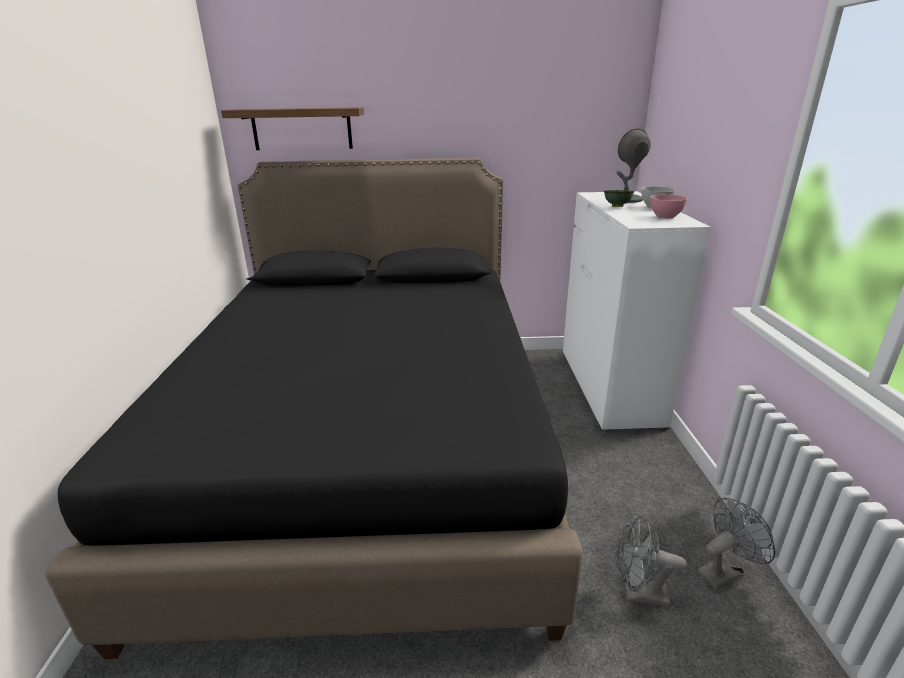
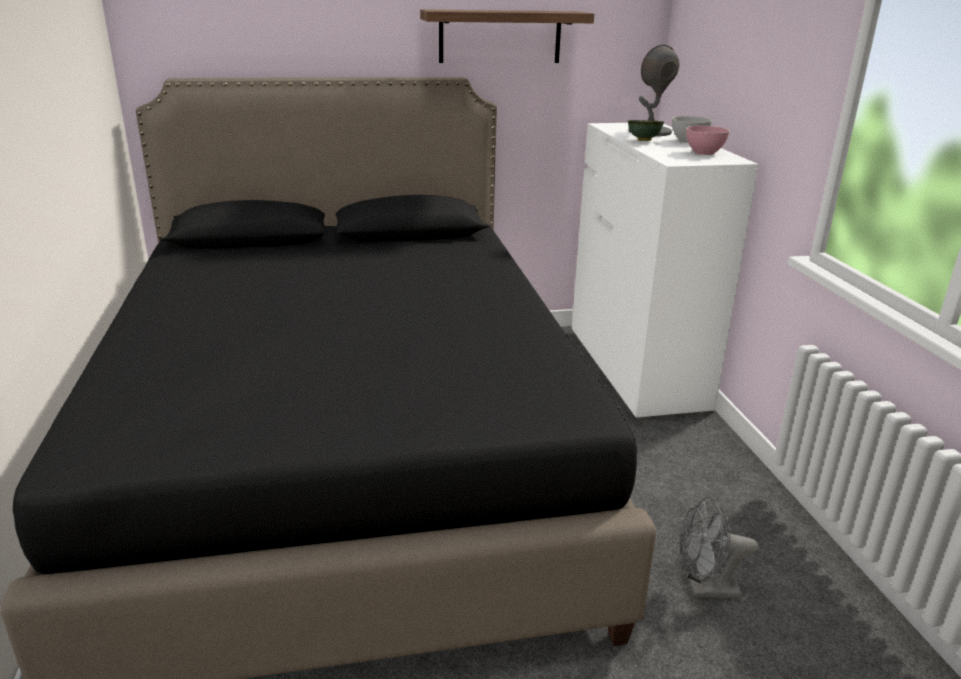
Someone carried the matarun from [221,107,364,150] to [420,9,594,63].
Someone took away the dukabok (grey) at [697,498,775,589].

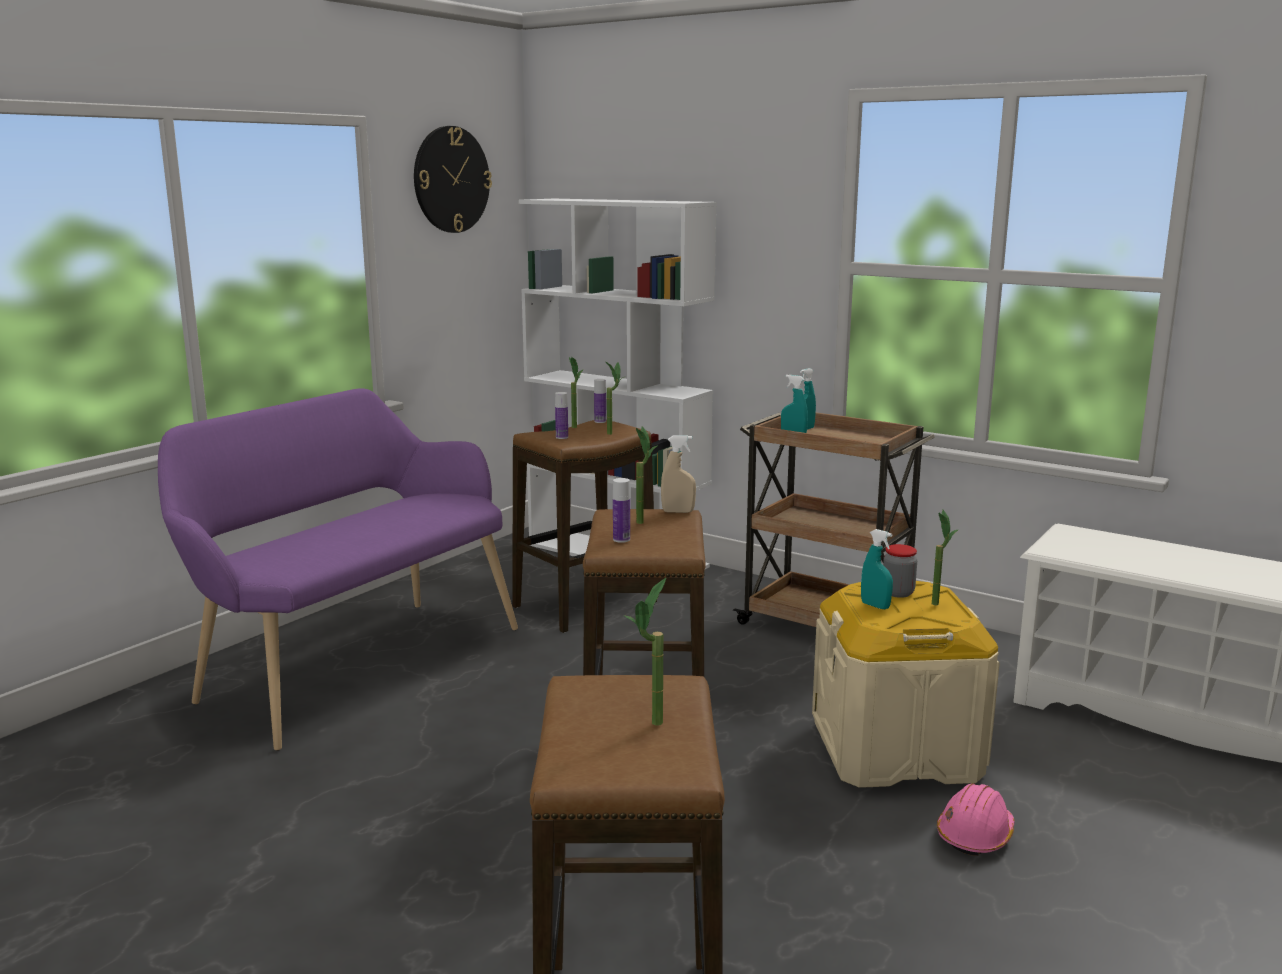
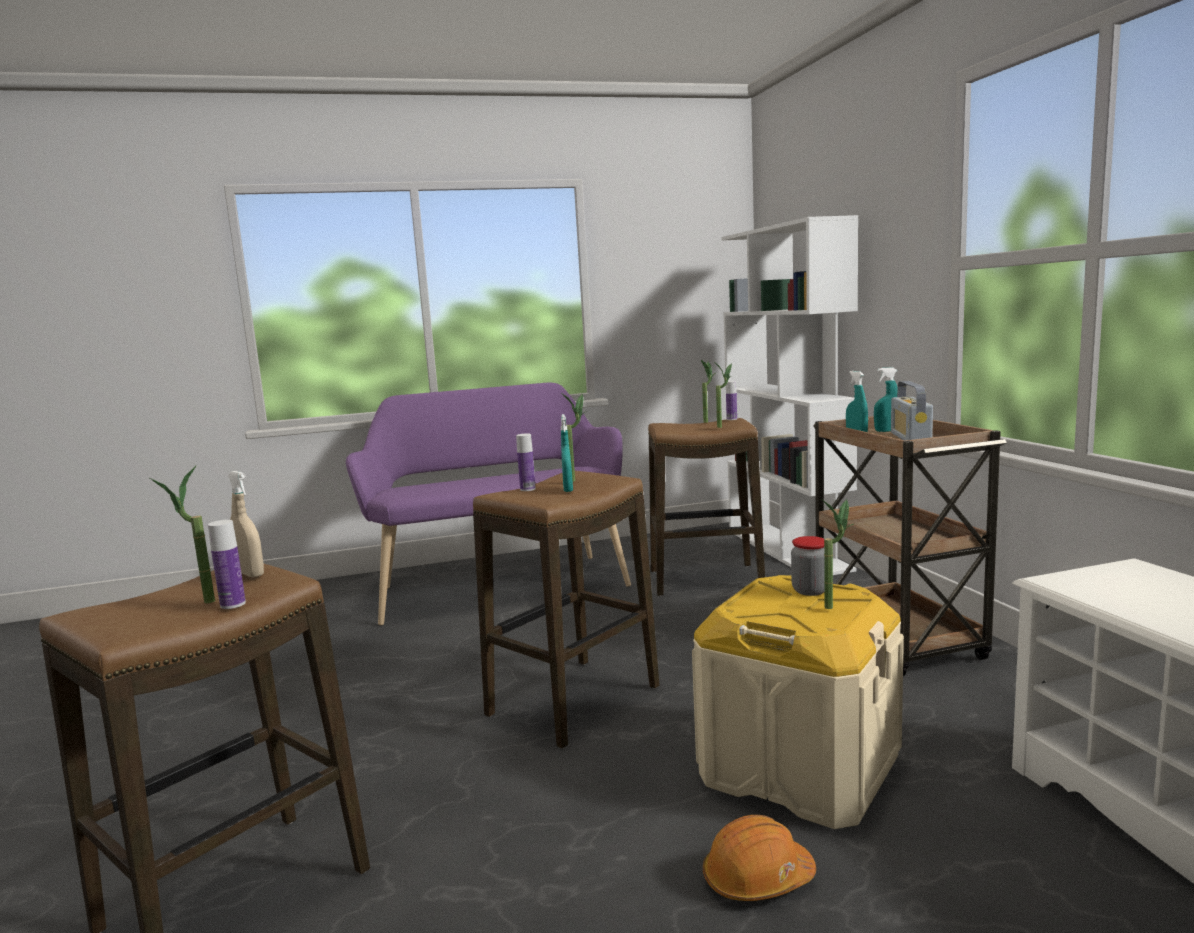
Someone took away the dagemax at [414,126,492,233].
Someone carried the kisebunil from [555,392,568,439] to [208,520,246,609].
Someone carried the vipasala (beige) from [661,435,696,513] to [228,471,264,577].
Someone carried the vipasala (turquoise) from [861,529,893,609] to [561,414,573,492].
Someone repainted the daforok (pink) at [937,783,1015,856], which became the daforok (orange) at [703,815,816,901].
Someone put down the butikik at [891,381,933,441].

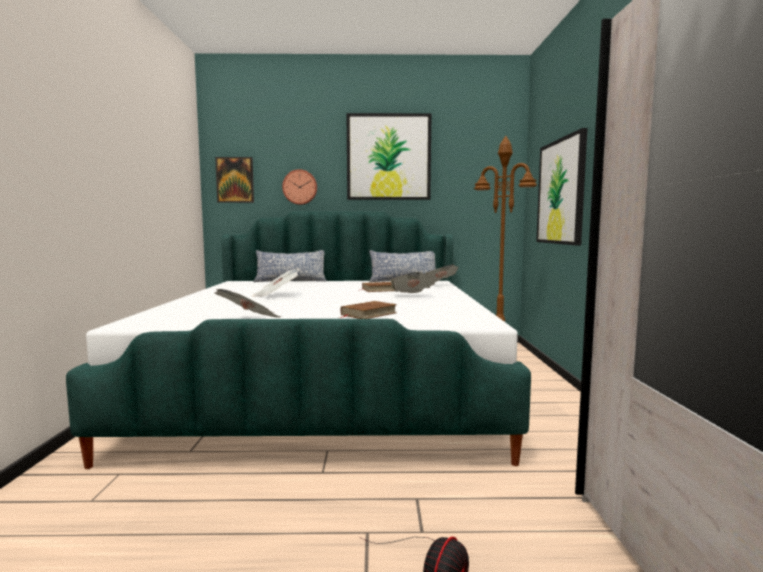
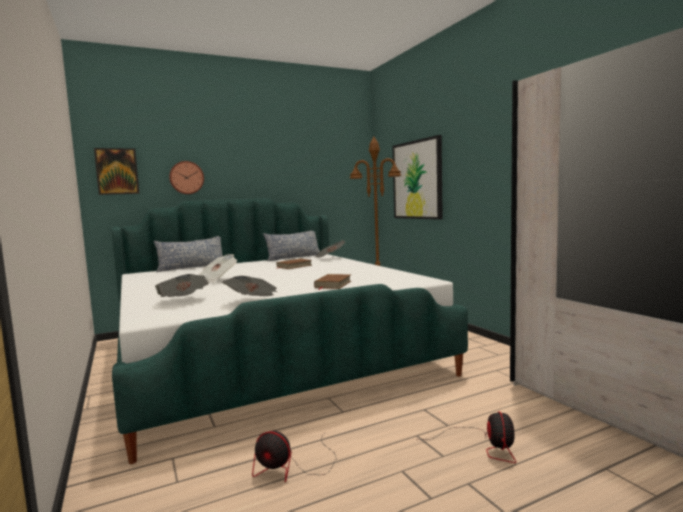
Someone took away the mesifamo at [347,113,431,200].
Someone carried the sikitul from [390,272,435,293] to [155,274,209,297].
Someone put down the dukabok at [252,431,337,482].

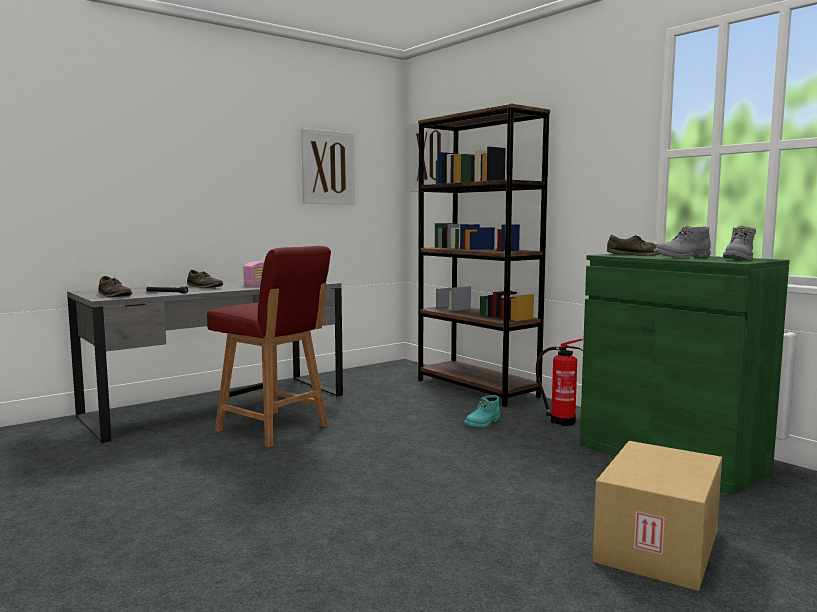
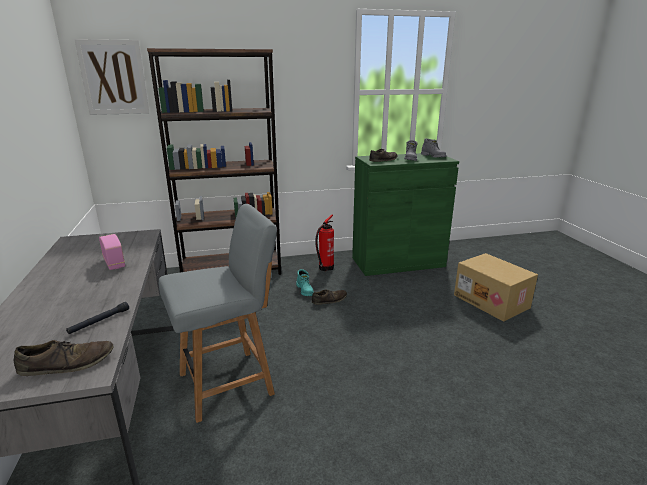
Someone took away the mesifamo at [301,128,355,205].
Someone repainted the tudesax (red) at [207,246,331,447], which became the tudesax (grey) at [159,204,277,423].
Someone carried the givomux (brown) from [187,270,223,288] to [312,289,347,305].

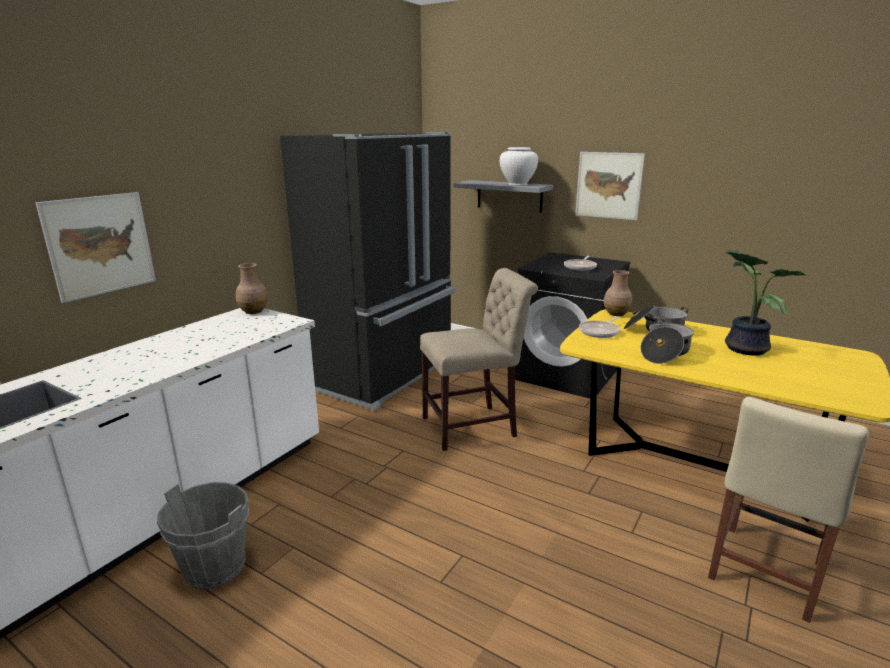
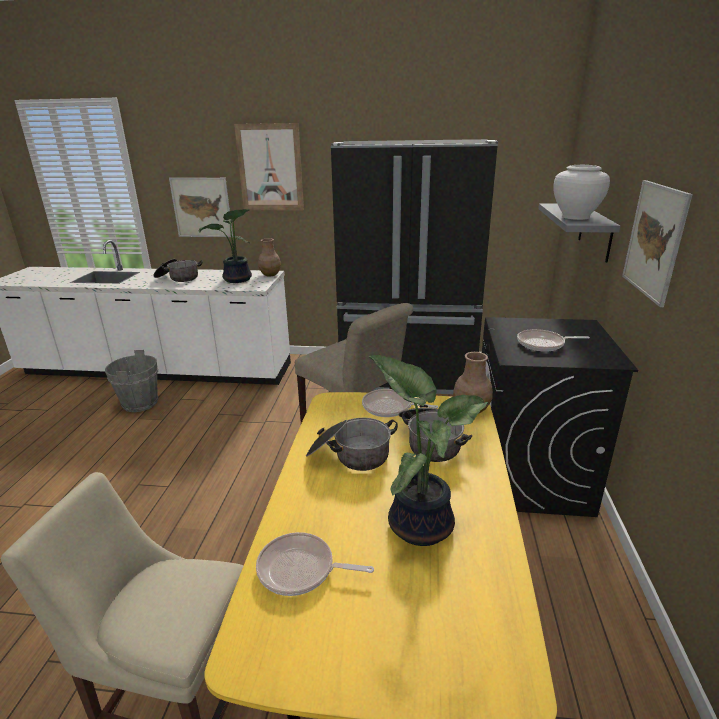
Someone put up the mesifamo at [234,123,304,210].
Someone put down the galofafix at [199,209,252,283].
Someone put down the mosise at [154,259,203,282].
Someone put down the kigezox at [256,532,374,596].

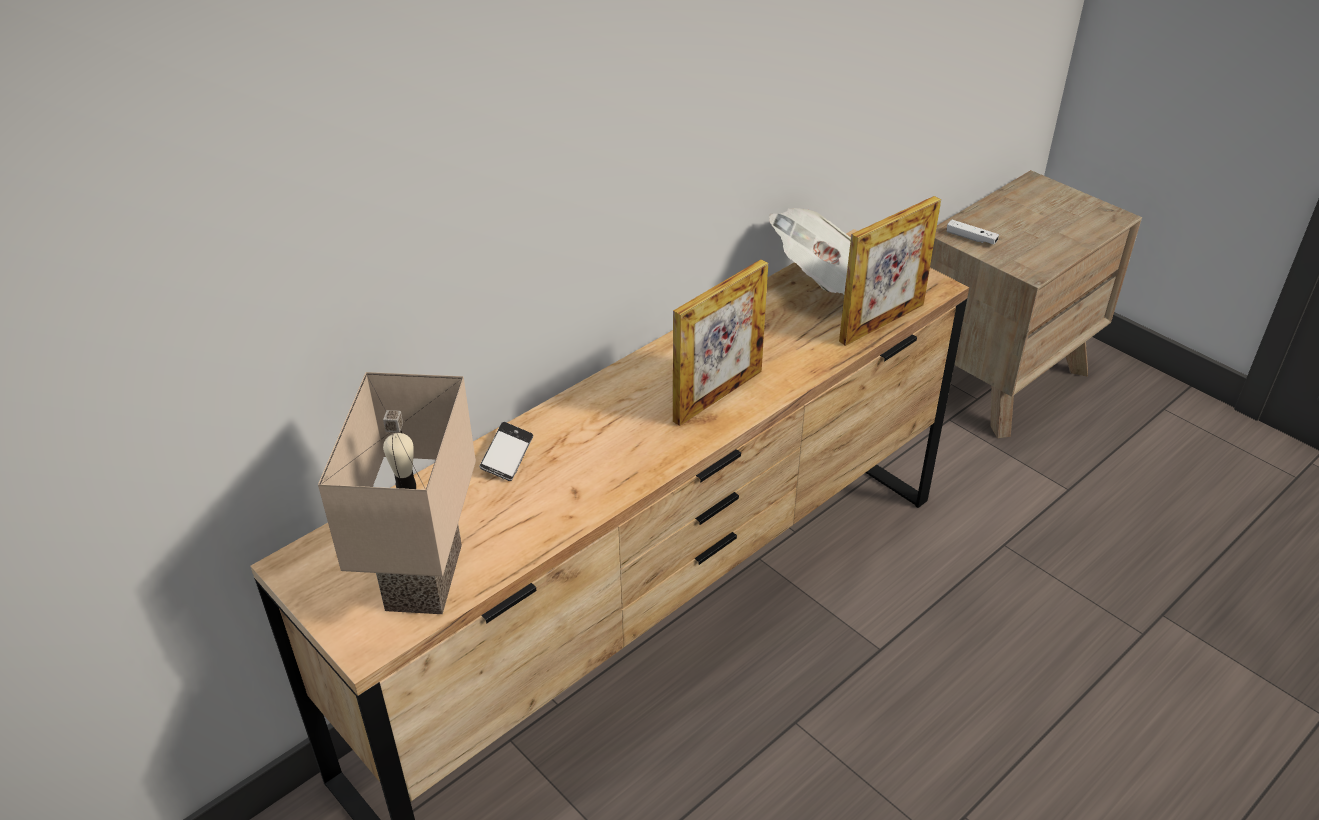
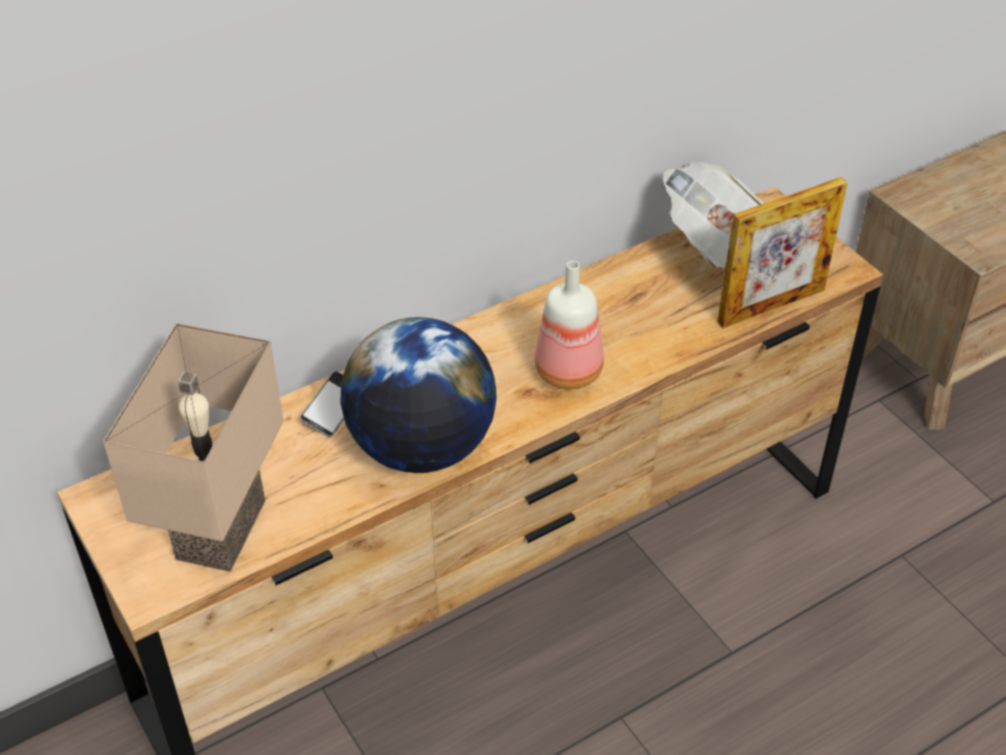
Someone took away the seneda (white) at [946,220,999,244].
Someone swapped the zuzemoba at [673,259,768,426] for the kisebunil at [534,261,604,389].
Someone put down the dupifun at [340,317,497,473].

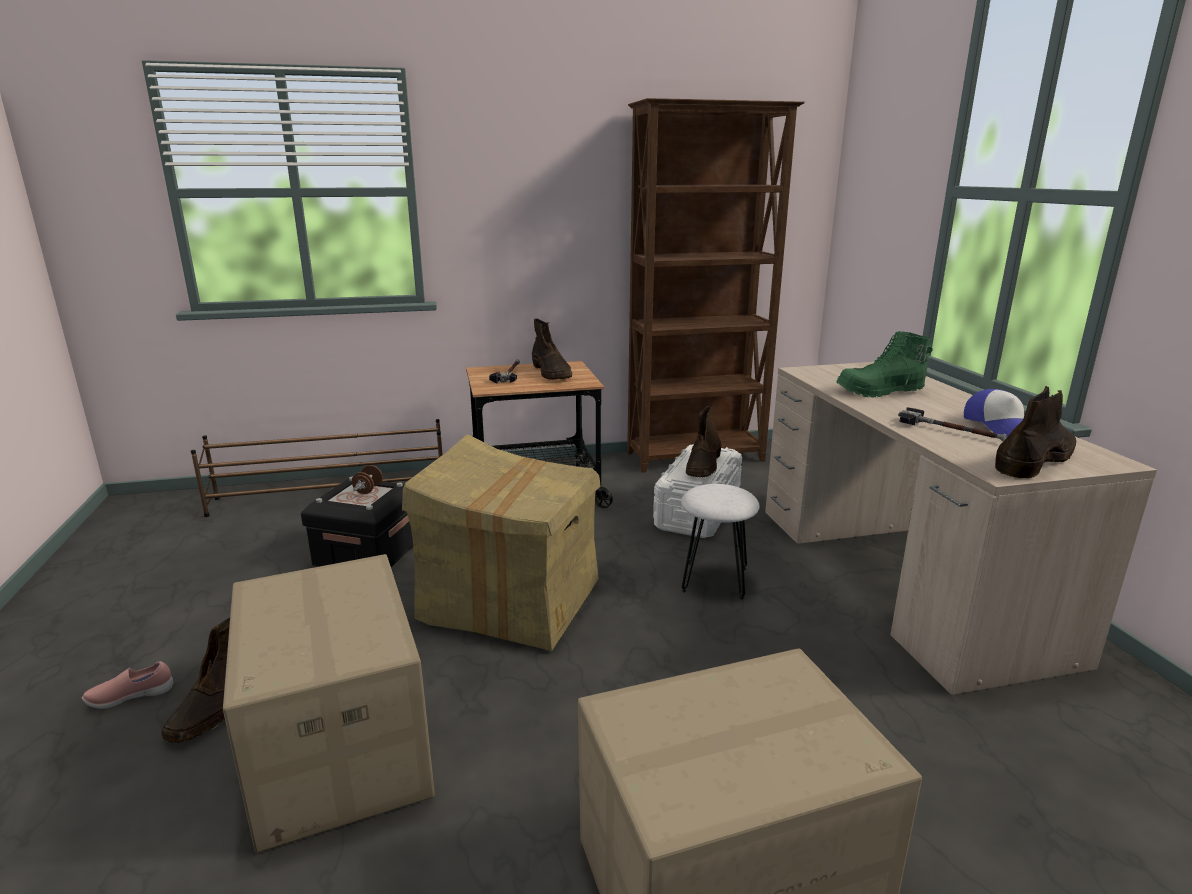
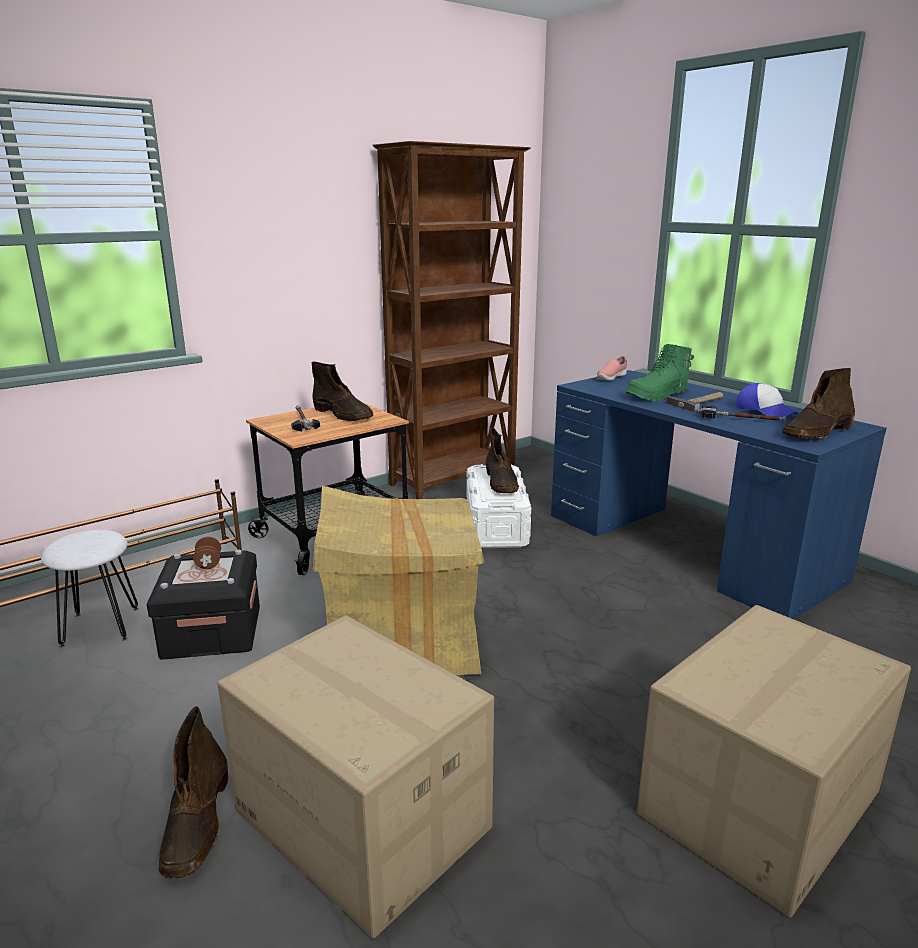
Someone repainted the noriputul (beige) at [765,362,1157,695], which became the noriputul (blue) at [551,370,887,619].
Someone rotated the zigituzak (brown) at [995,386,1076,478] by 150 degrees counterclockwise.
Someone carried the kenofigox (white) from [681,484,760,600] to [41,530,139,647].
Someone carried the givomux (pink) from [82,661,173,709] to [596,356,627,381].
Someone put down the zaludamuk at [666,392,723,412].

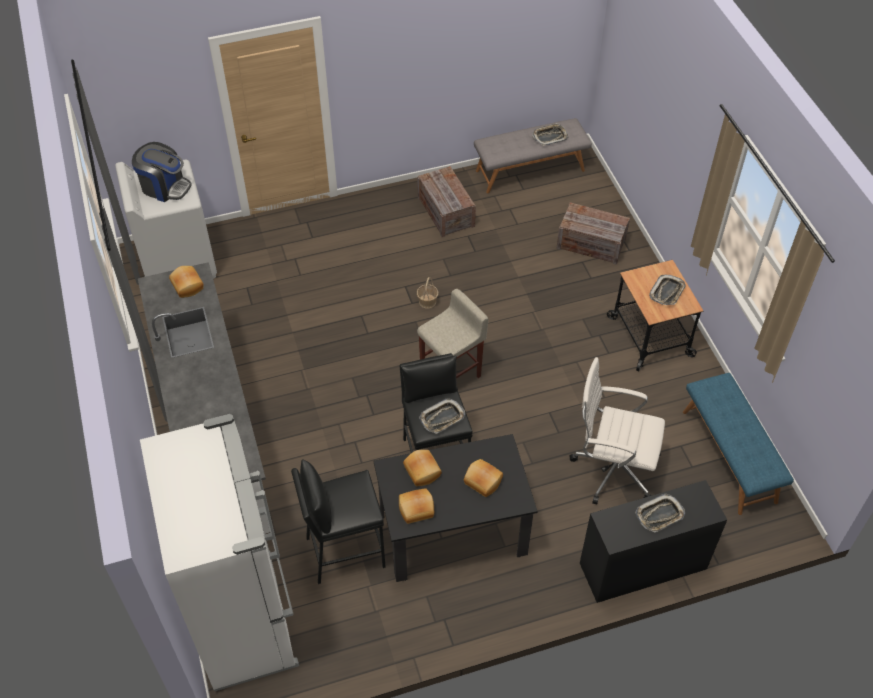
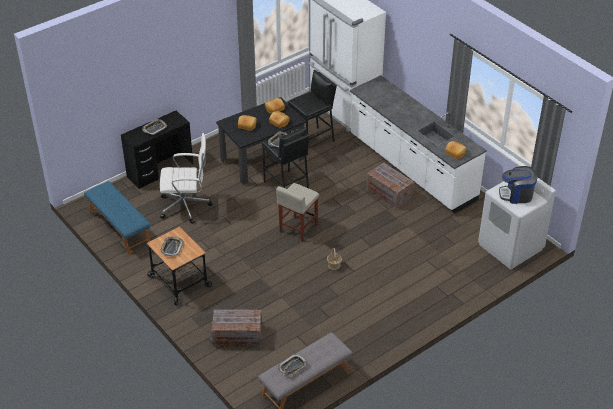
Someone carried the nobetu from [417,166,476,237] to [366,163,415,209].

